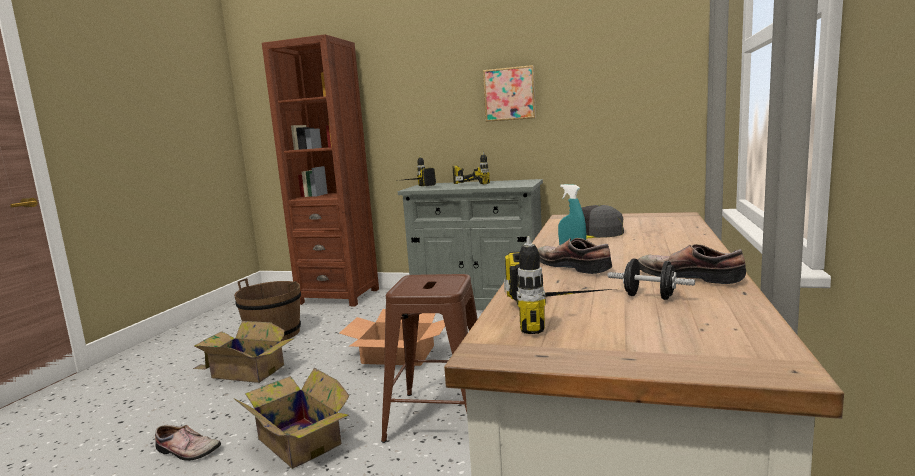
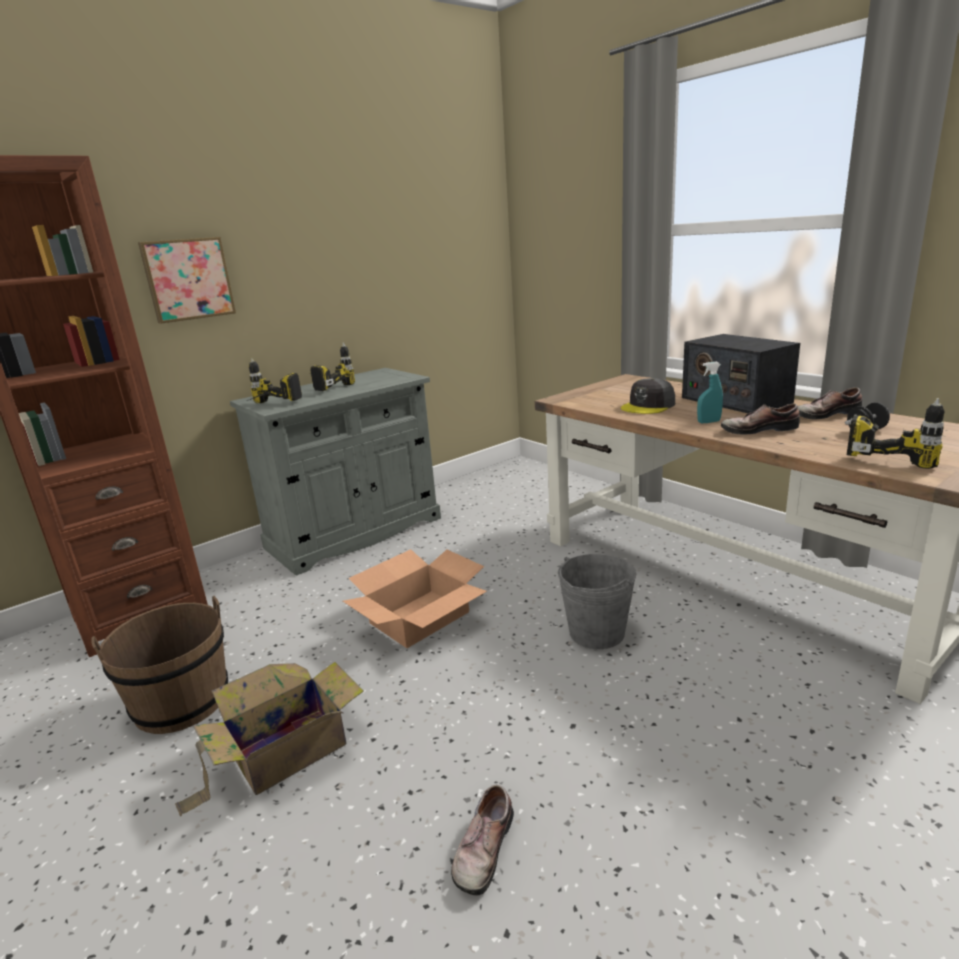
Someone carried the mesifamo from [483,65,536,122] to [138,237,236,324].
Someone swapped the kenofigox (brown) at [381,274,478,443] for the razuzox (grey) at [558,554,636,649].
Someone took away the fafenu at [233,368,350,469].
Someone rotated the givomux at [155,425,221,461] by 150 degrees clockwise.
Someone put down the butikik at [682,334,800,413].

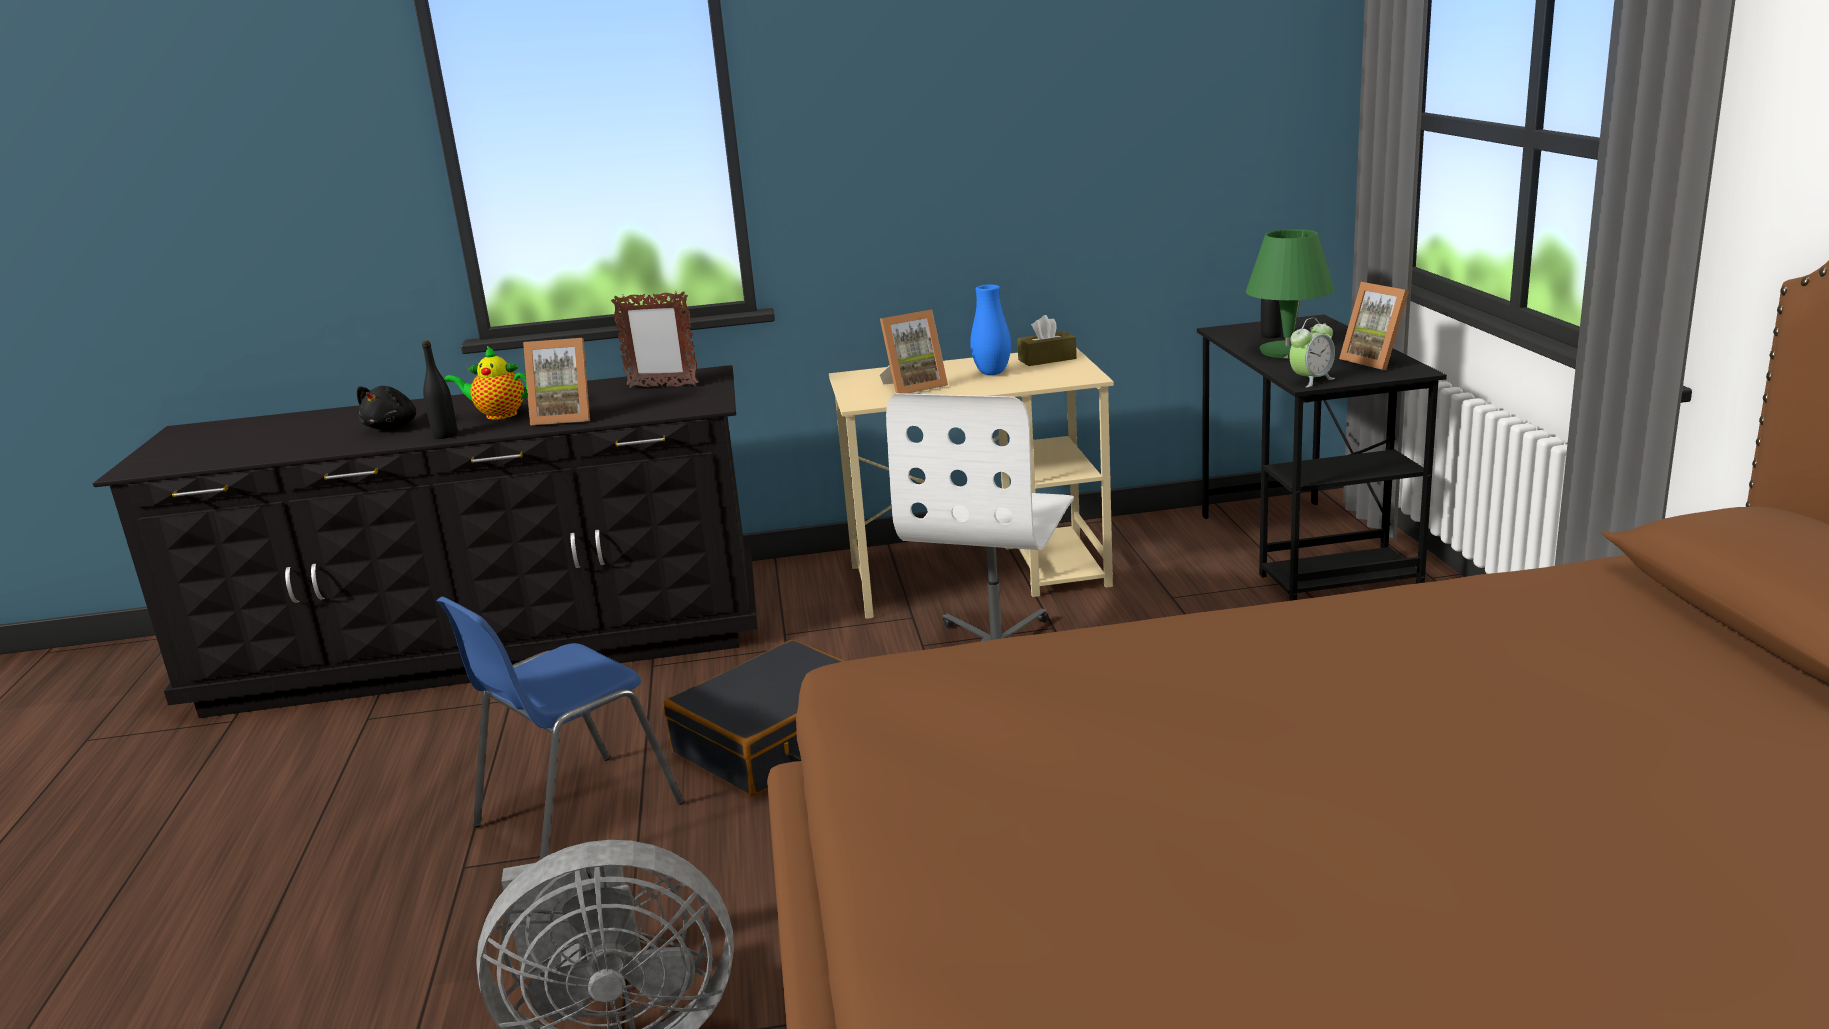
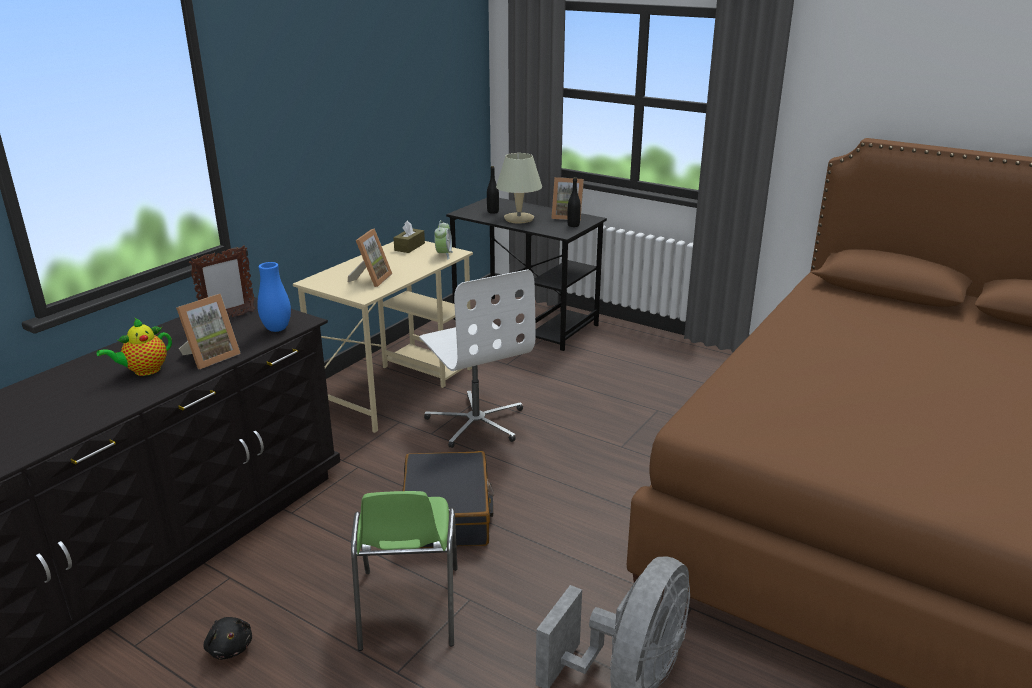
Someone repainted the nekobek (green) at [1246,229,1335,358], which became the nekobek (beige) at [496,153,542,224].
Someone carried the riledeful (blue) from [970,285,1011,375] to [257,262,291,332].
Someone carried the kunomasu from [1290,318,1335,388] to [434,220,453,260].
Someone carried the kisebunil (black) from [422,340,457,439] to [567,177,581,227].
Someone carried the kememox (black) from [357,386,416,430] to [204,617,252,660].
Someone repainted the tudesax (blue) at [436,597,684,860], which became the tudesax (green) at [351,491,458,651].

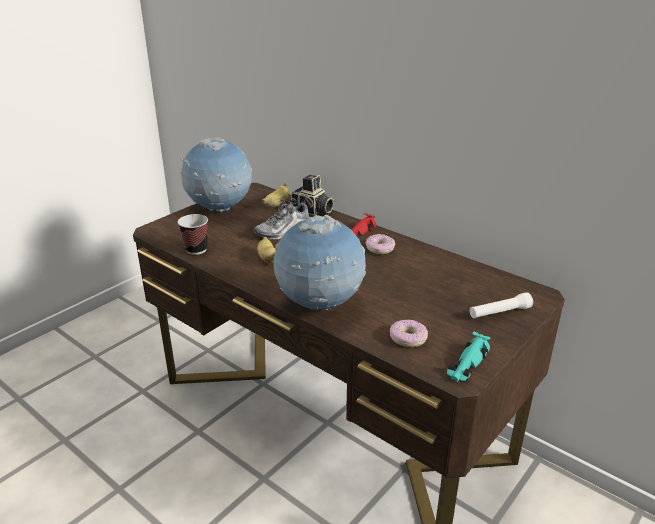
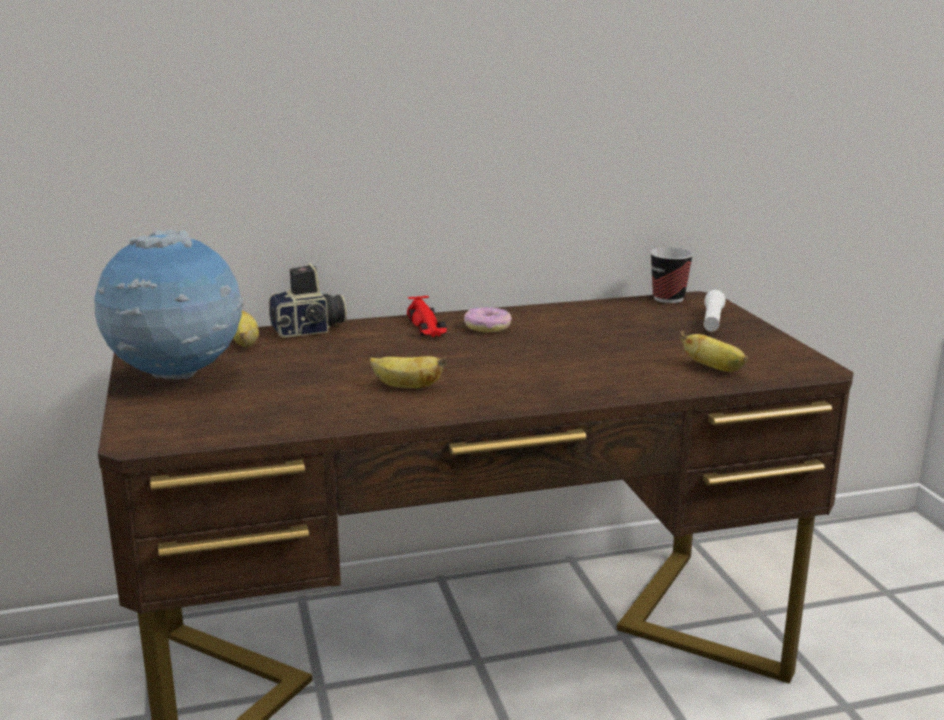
Someone took away the givomux at [254,199,309,240].
Someone carried the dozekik from [178,214,208,255] to [650,248,694,303].
Someone took away the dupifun at [274,214,366,310].
Someone swapped the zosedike at [390,320,428,347] for the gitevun at [679,331,747,372].
Someone took away the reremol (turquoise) at [447,332,490,382].

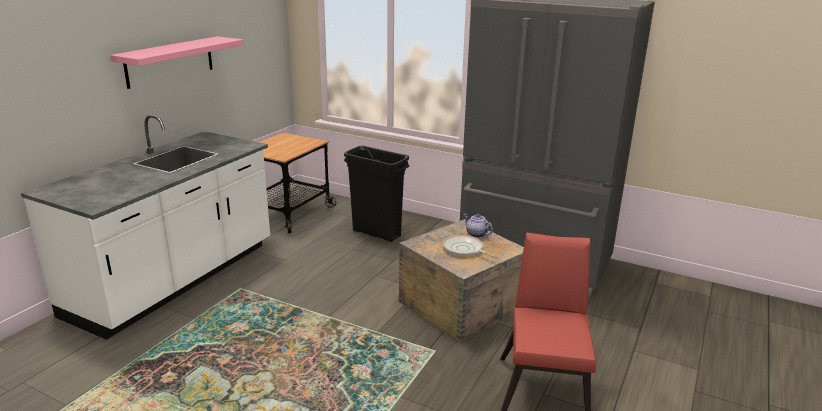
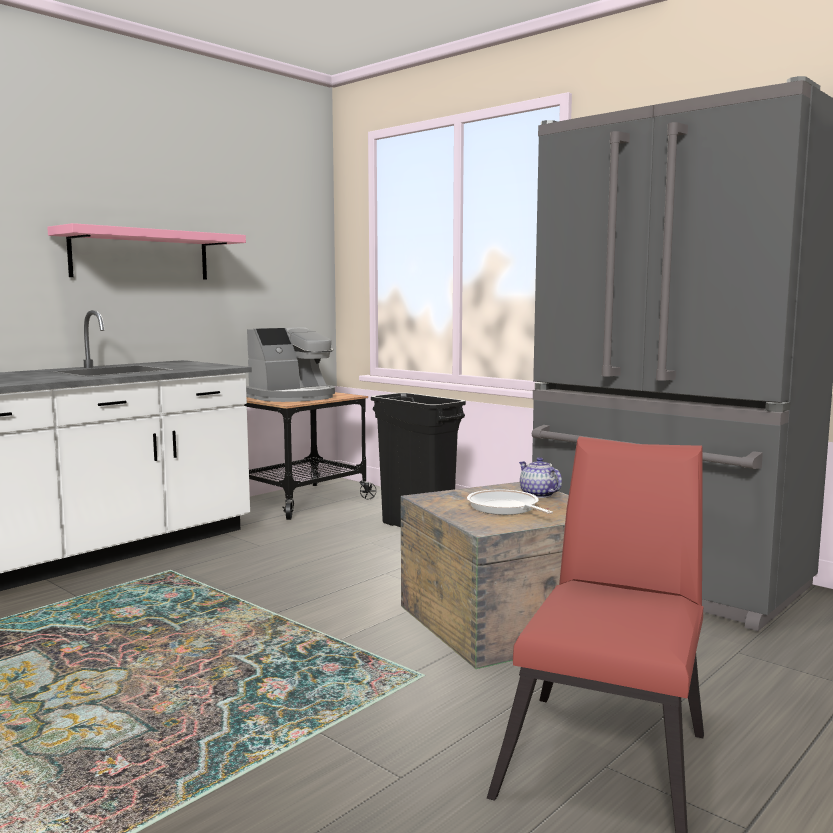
Someone put down the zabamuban at [246,327,335,402].

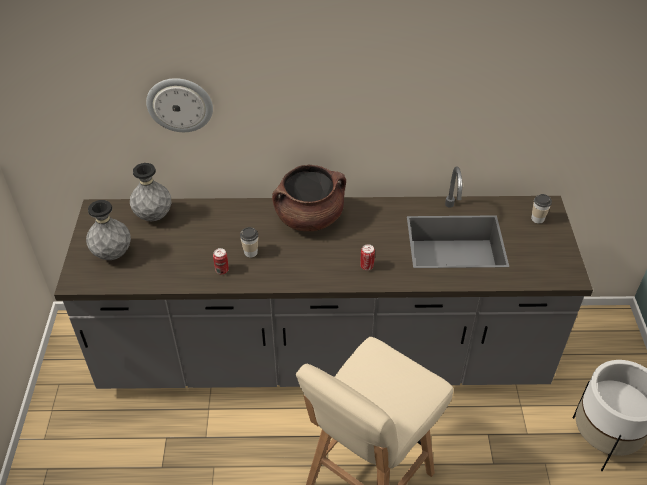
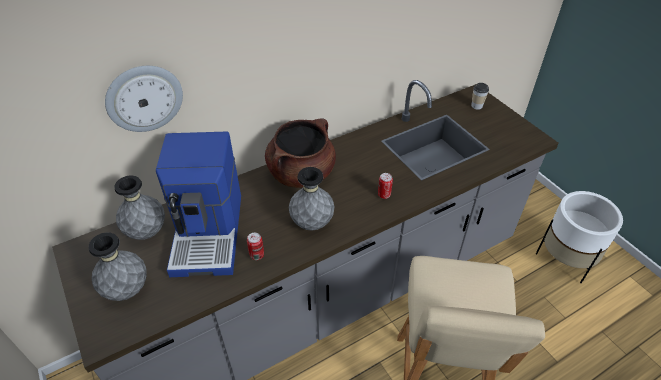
Someone took away the dozekik at [240,227,258,257].
Someone put down the zabamuban at [156,132,241,277].
Someone put down the riledeful (grey) at [289,167,335,230].

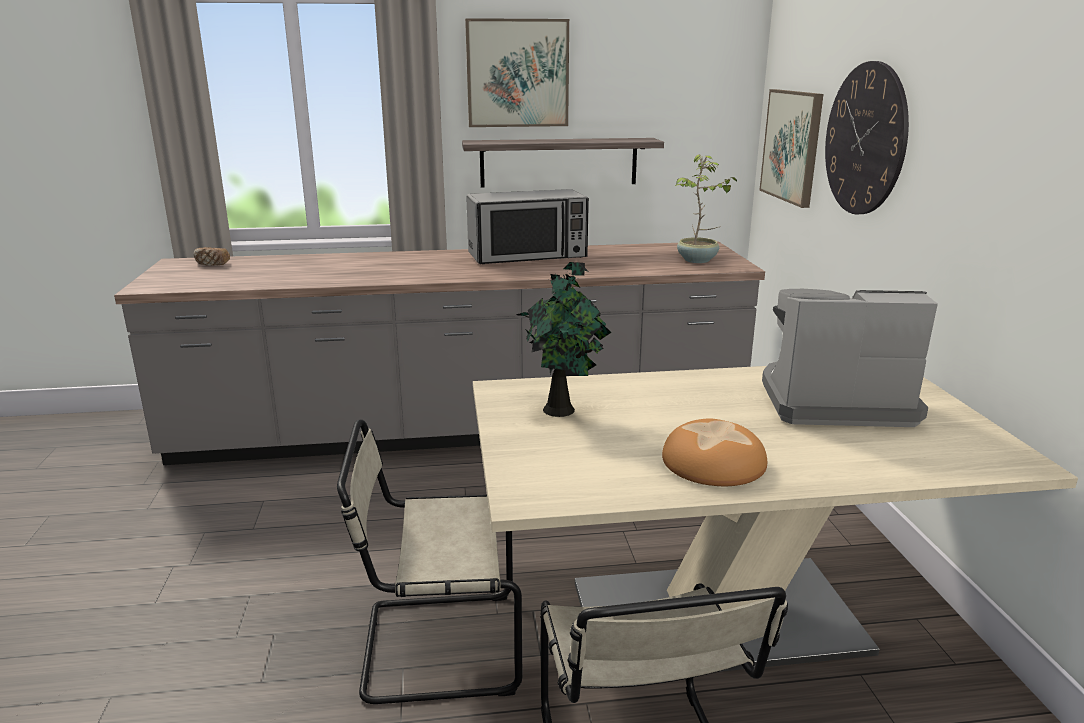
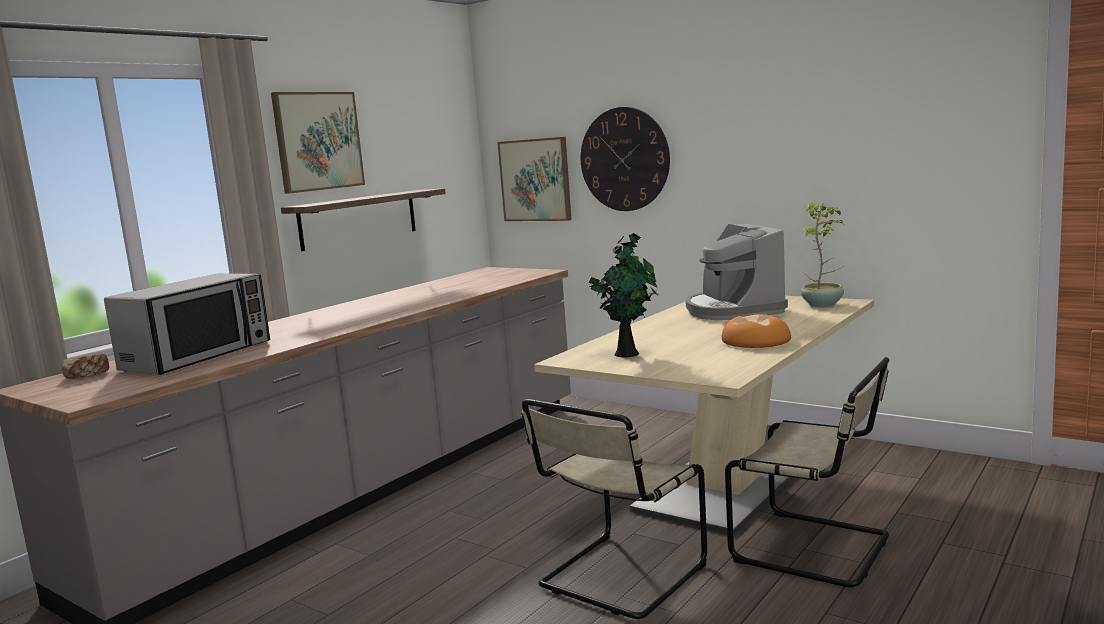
Someone carried the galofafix from [675,154,737,263] to [801,203,844,307].
Someone carried the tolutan from [466,189,589,264] to [104,273,270,375].
Someone rotated the zabamuban at [762,289,938,427] by 60 degrees counterclockwise.

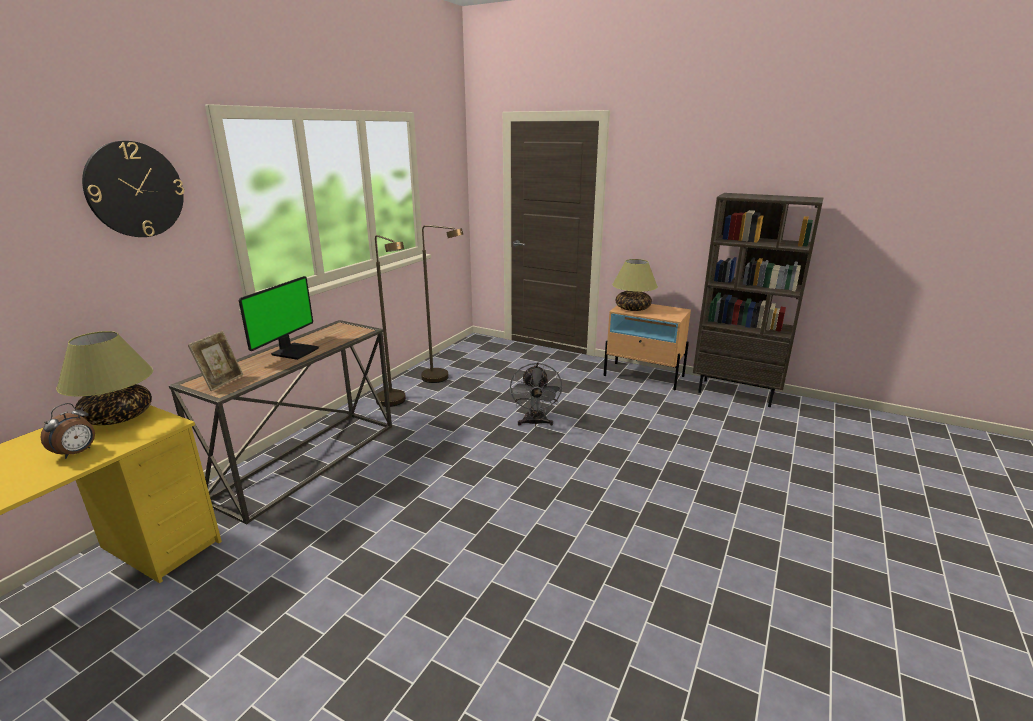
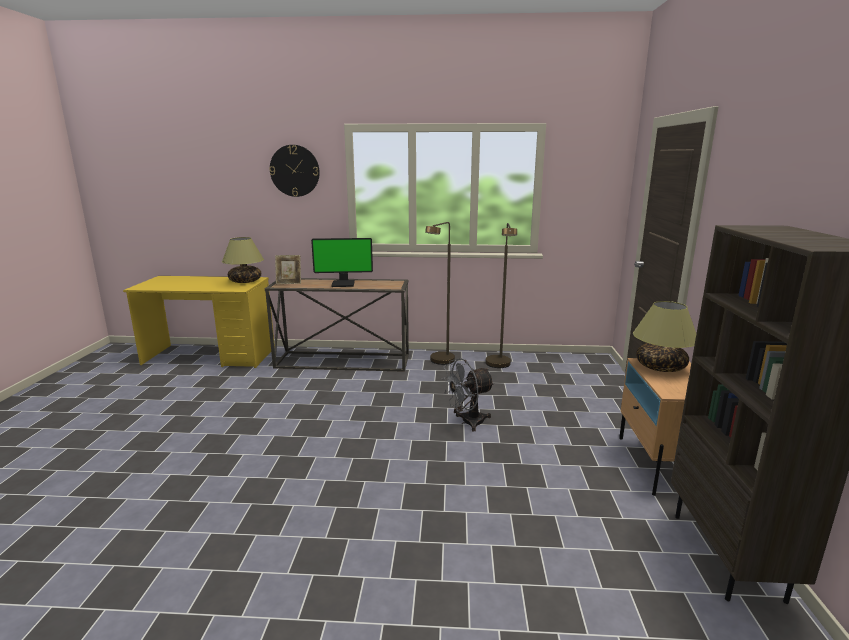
Someone took away the kunomasu at [40,403,95,459].

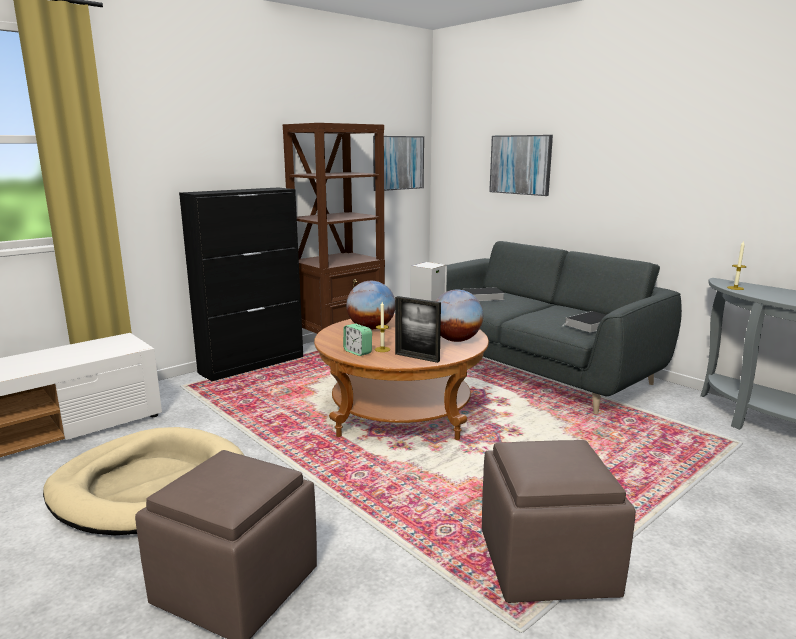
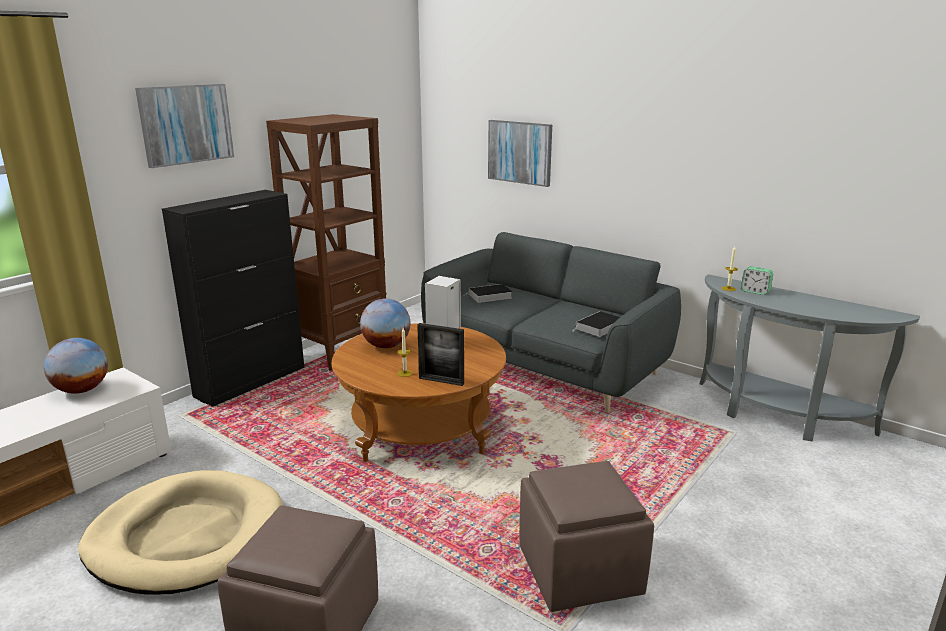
Someone carried the mesifamo from [373,136,424,191] to [135,84,234,168].
Someone carried the dupifun from [436,289,483,342] to [44,338,108,394].
Someone carried the kunomasu from [343,324,372,356] to [741,266,773,295].

